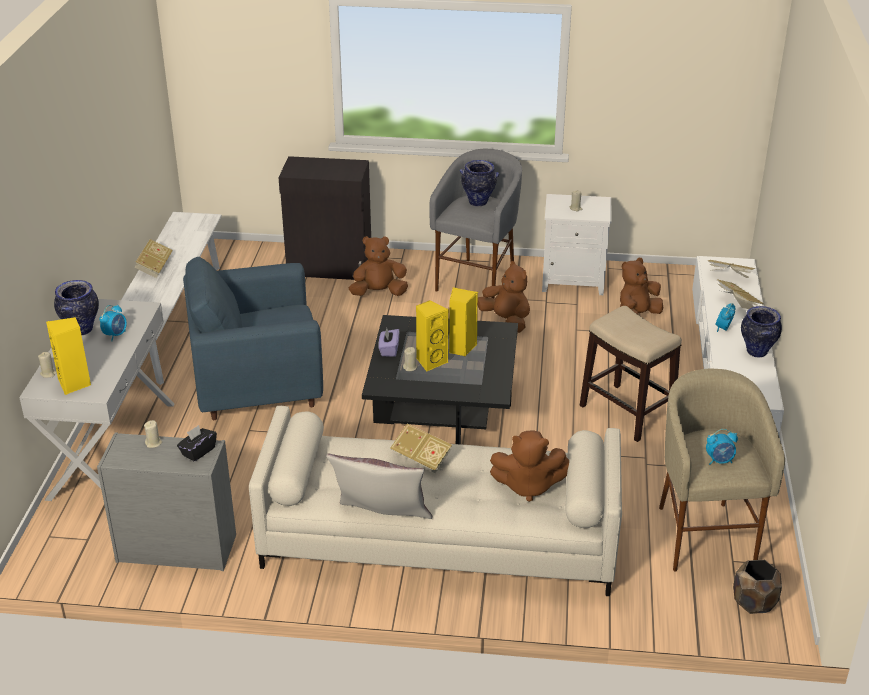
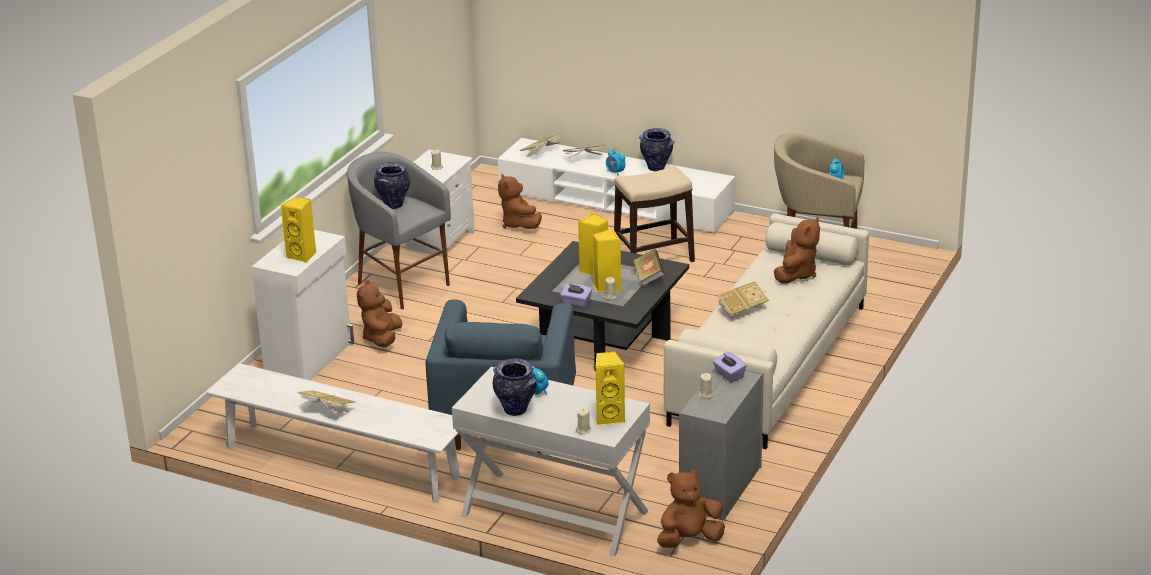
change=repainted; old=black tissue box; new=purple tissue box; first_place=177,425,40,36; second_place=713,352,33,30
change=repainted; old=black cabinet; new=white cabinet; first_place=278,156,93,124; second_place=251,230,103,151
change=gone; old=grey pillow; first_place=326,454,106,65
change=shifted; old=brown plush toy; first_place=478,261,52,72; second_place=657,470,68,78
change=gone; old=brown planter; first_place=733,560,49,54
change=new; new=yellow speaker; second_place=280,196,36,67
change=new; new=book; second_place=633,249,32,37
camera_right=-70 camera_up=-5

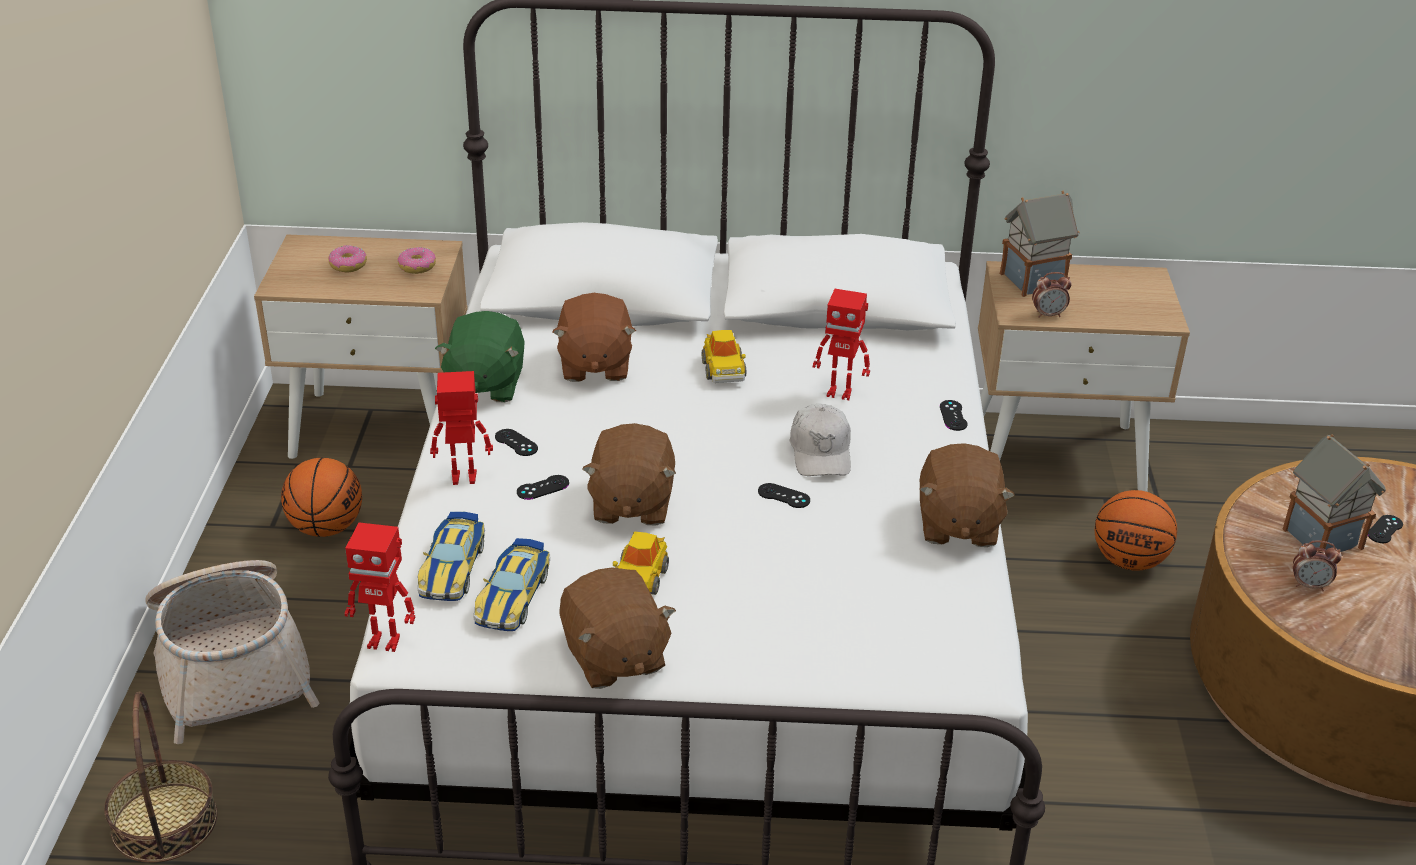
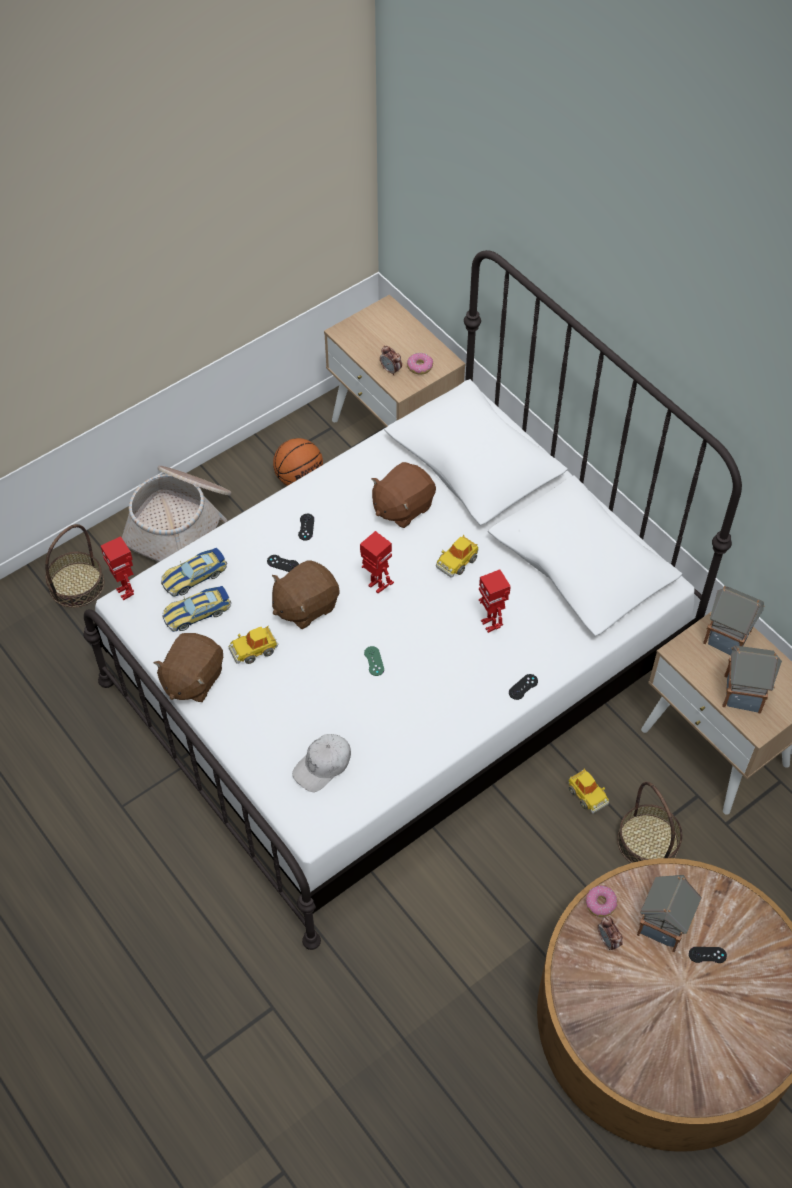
change=shifted; old=donut; first_place=328,245,39,27; second_place=586,886,31,31
change=shifted; old=toy robot; first_place=430,371,63,114; second_place=360,531,34,62
change=gone; old=green plush toy; first_place=435,311,90,92
change=repainted; old=black game controller; new=green game controller; first_place=758,483,52,25; second_place=364,646,20,30
change=shifted; old=white cap; first_place=790,404,61,72; second_place=292,734,59,58
change=gone; old=brown plush toy; first_place=919,443,96,104
change=shifted; old=alarm clock; first_place=1032,272,40,46; second_place=380,346,22,30
change=swapped; old=basketball; new=basket; first_place=1095,490,82,81; second_place=617,781,65,82
change=new; new=toy car; second_place=568,768,41,46
change=new; new=toy house; second_place=722,645,60,68
camera_right=50 camera_up=20

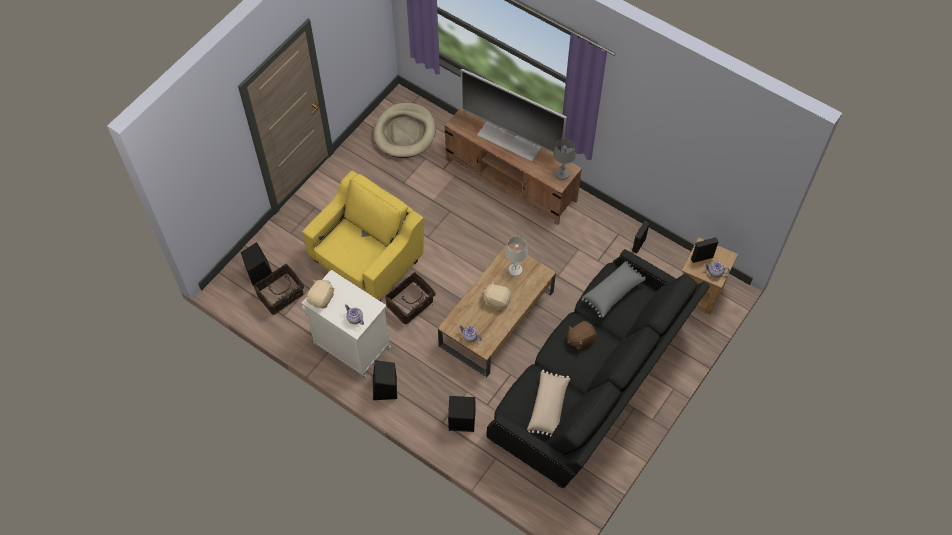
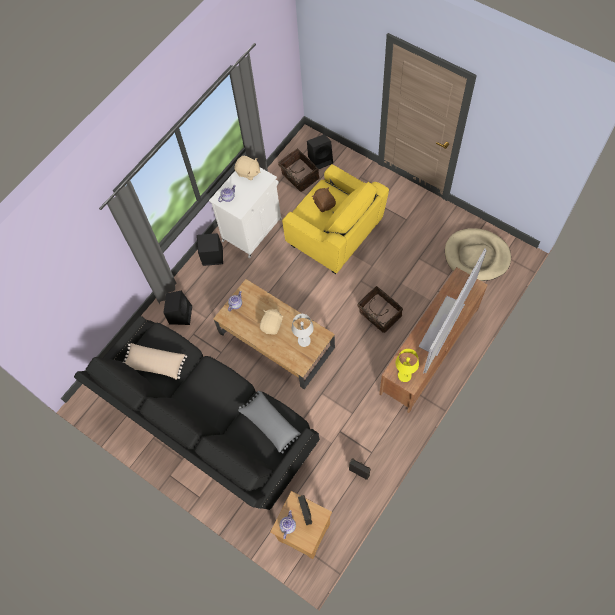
change=shifted; old=basket; first_place=385,272,54,52; second_place=357,286,46,47
change=repainted; old=grey table lamp; new=yellow table lamp; first_place=553,138,23,42; second_place=395,349,24,33
change=shifted; old=brown plush toy; first_place=567,321,30,29; second_place=312,187,24,25
camera_right=95 camera_up=5

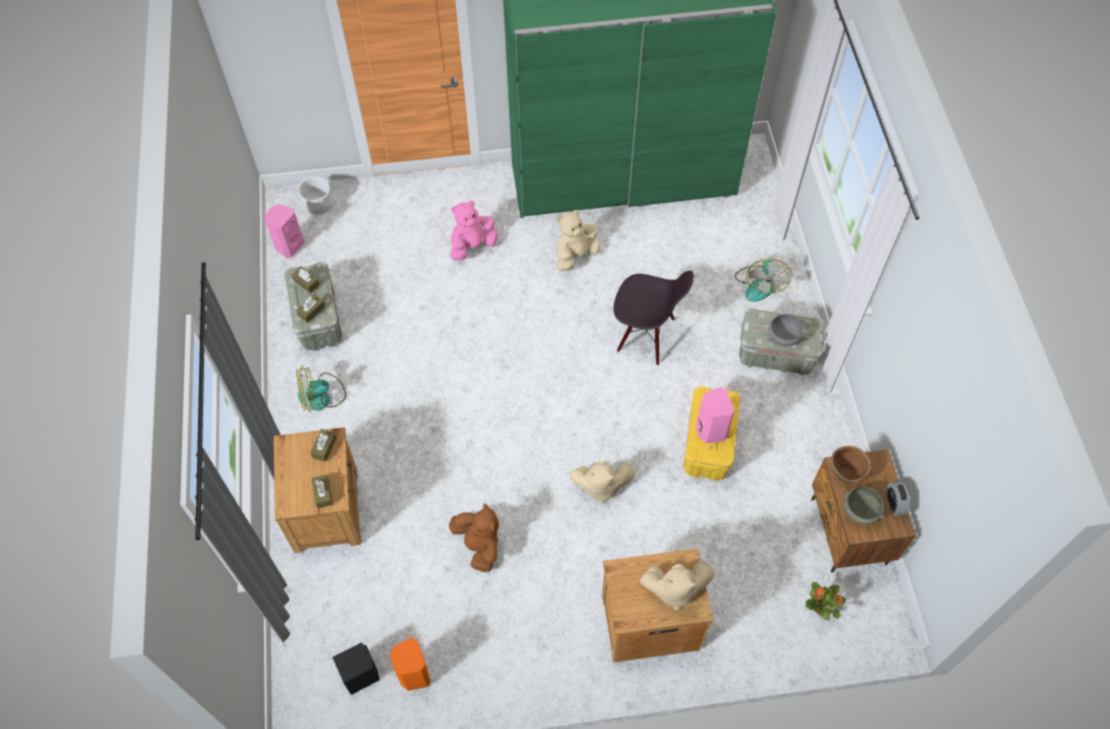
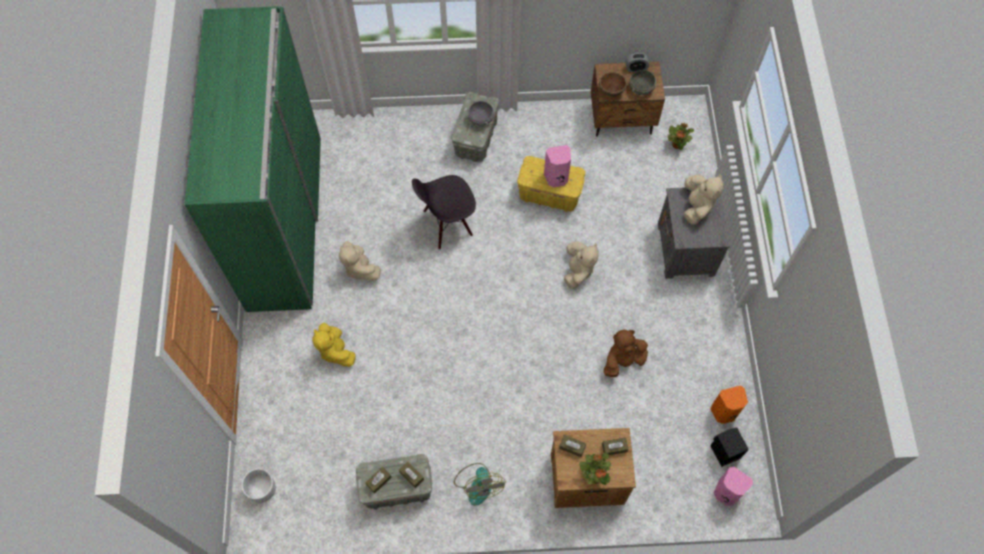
change=shifted; old=pink speaker; first_place=265,204,39,54; second_place=714,467,39,39
change=repainted; old=pink plush toy; new=yellow plush toy; first_place=450,200,48,60; second_place=312,323,44,44
change=repainted; old=brown nightstand; new=grey nightstand; first_place=602,548,111,115; second_place=658,188,72,91
change=rotated; old=black chair; first_place=614,271,80,94; second_place=412,175,64,75; degrees=-135
change=gone; old=fan; first_place=735,258,57,44
change=new; new=potted plant; second_place=580,453,31,32
camera_right=-85 camera_up=5

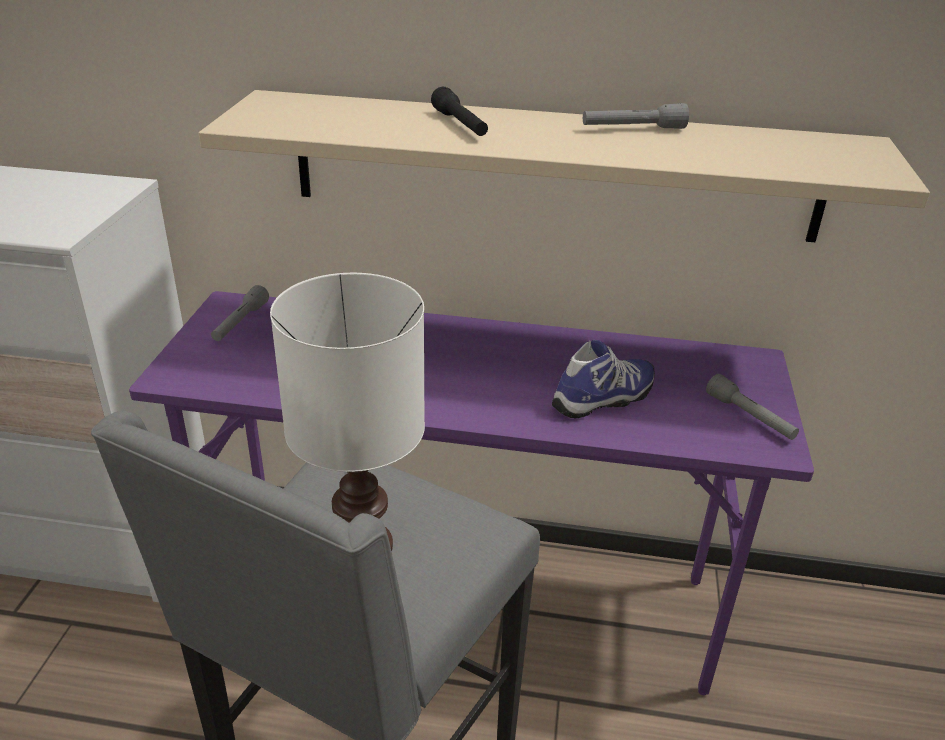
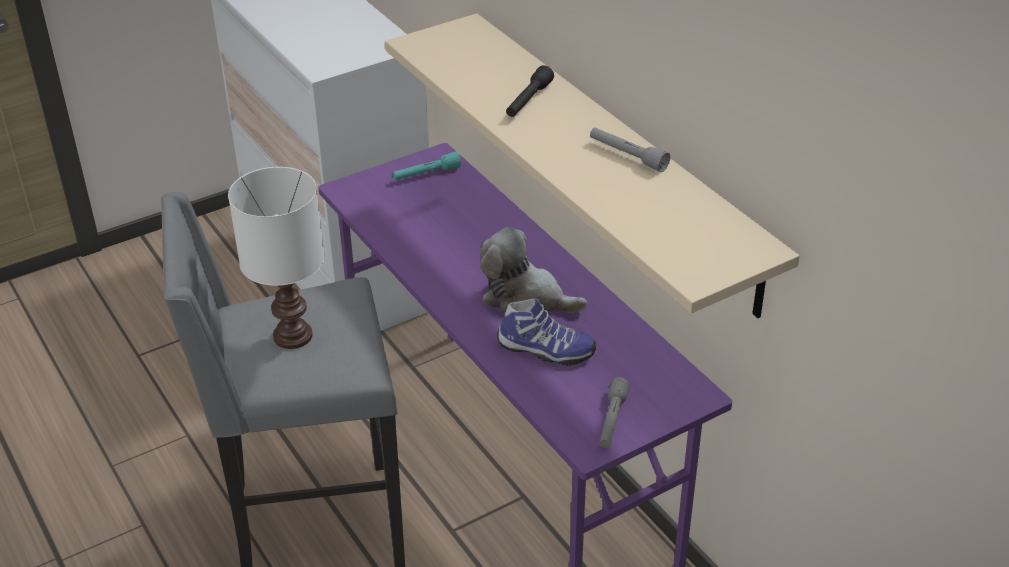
change=repainted; old=grey flashlight; new=turquoise flashlight; first_place=211,285,58,56; second_place=393,151,68,29
change=new; new=plush toy; second_place=480,227,107,88
camera_right=50 camera_up=5

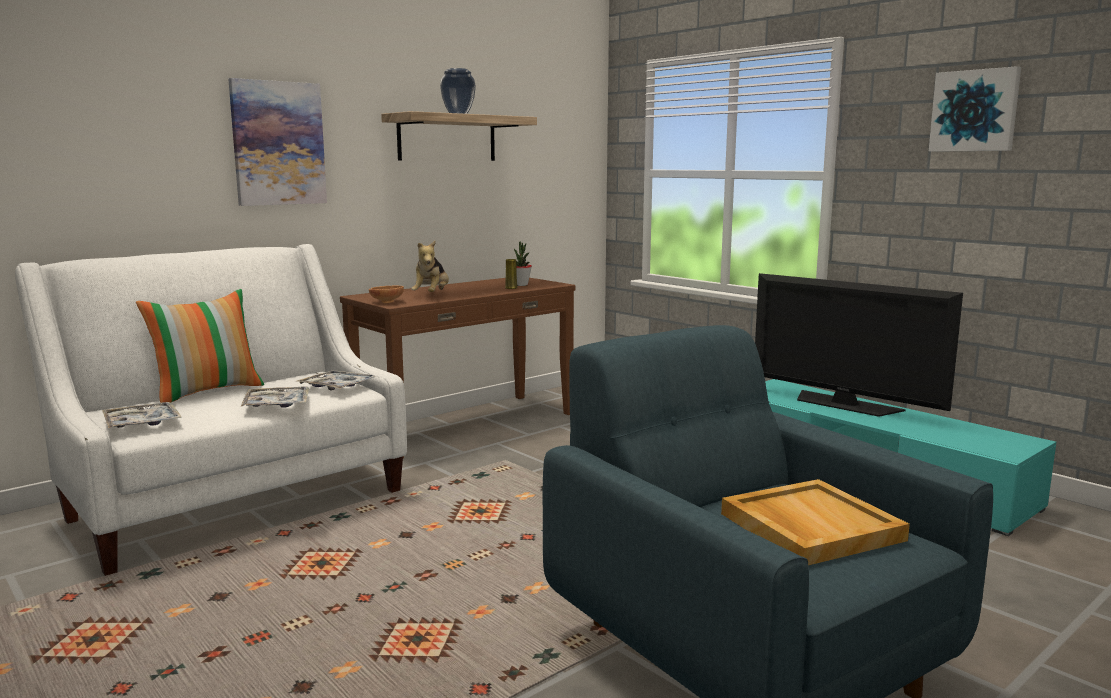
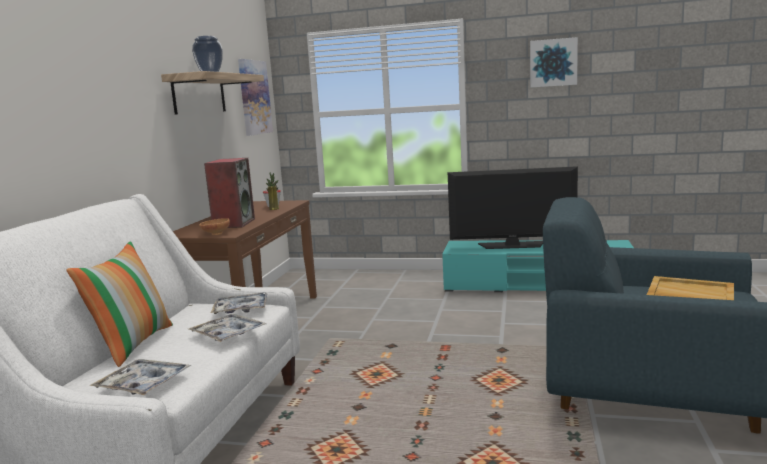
change=shifted; old=picture; first_place=228,78,99,128; second_place=238,59,35,77
change=swapped; old=plush toy; new=speaker; first_place=411,241,38,51; second_place=204,158,51,70
camera_right=-35 camera_up=0

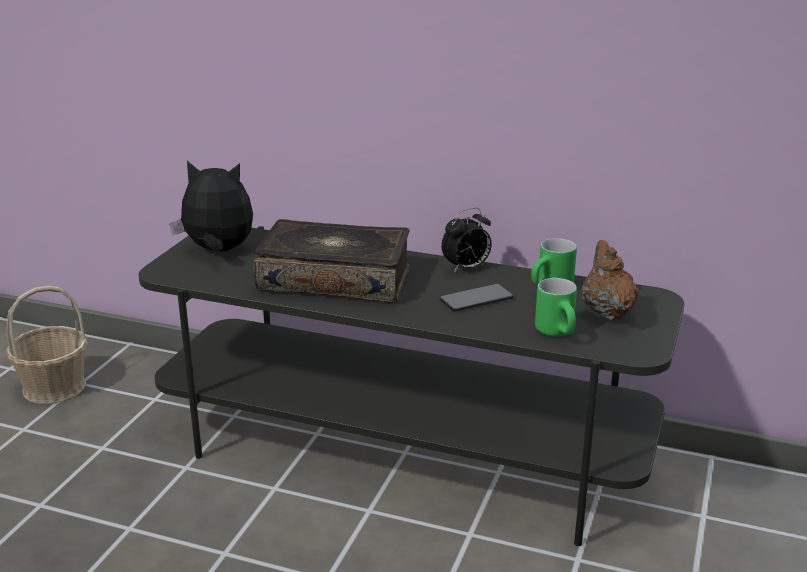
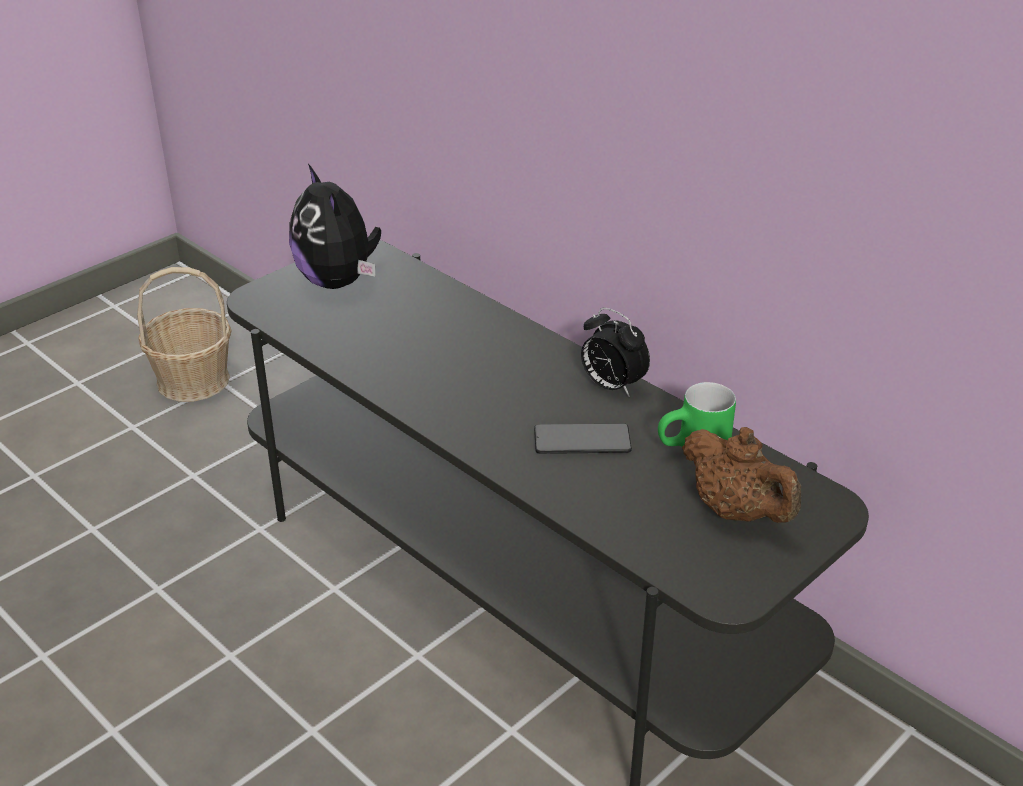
change=rotated; old=plush toy; first_place=169,160,84,92; second_place=289,164,92,125; degrees=-150
change=gone; old=book; first_place=253,219,157,84
change=rotated; old=alarm clock; first_place=441,207,51,66; second_place=581,308,69,89; degrees=45
change=gone; old=green mug; first_place=535,278,42,59
change=rotated; old=brown teapot; first_place=581,240,58,80; second_place=682,427,119,96; degrees=120
camera_right=25 camera_up=10

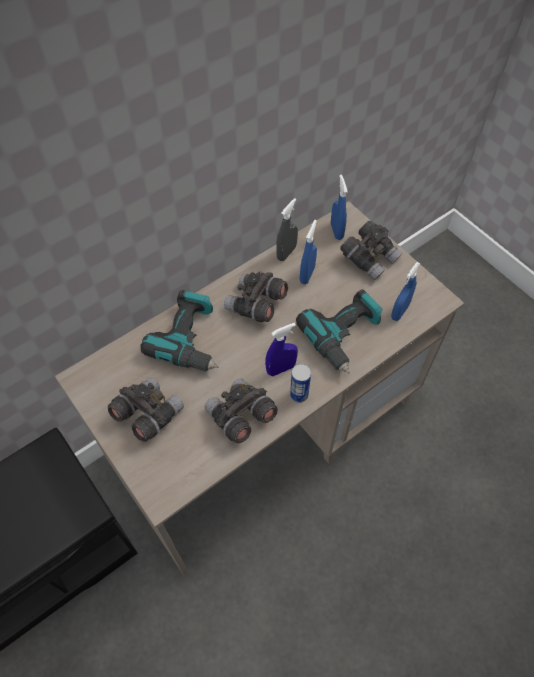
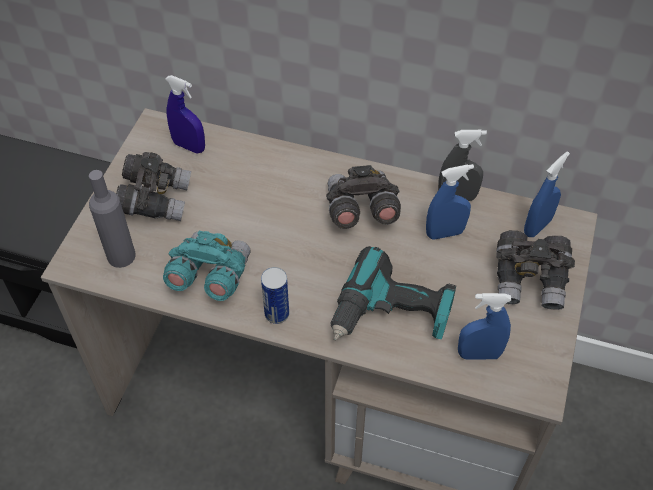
change=gone; old=power drill; first_place=140,290,79,81
change=repainted; old=grey binoculars; new=turquoise binoculars; first_place=205,378,73,65; second_place=163,231,87,70
change=shifted; old=blue spray bottle; first_place=265,323,33,53; second_place=166,75,39,79
change=new; new=grey bottle; second_place=89,170,47,98
camera_right=55 camera_up=-5

